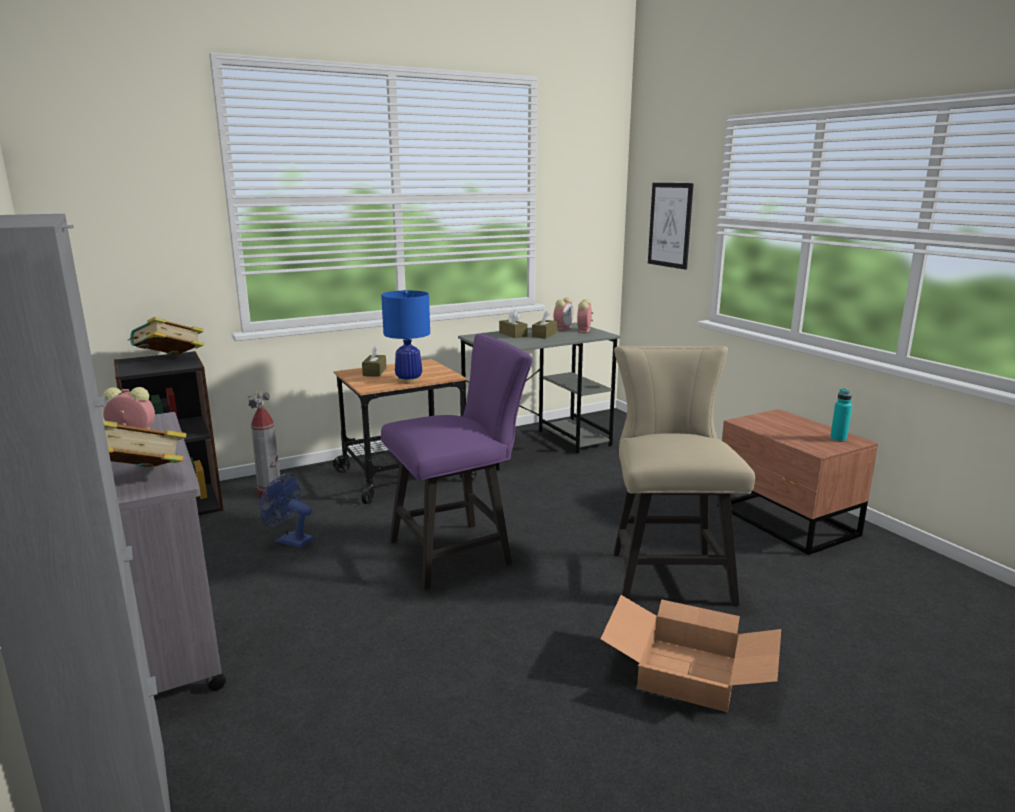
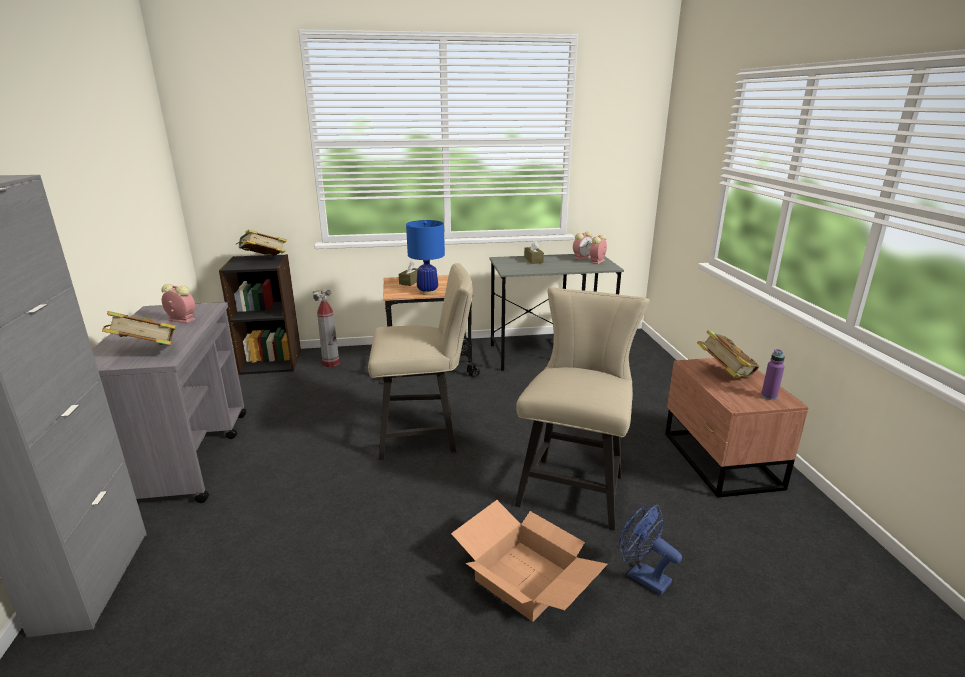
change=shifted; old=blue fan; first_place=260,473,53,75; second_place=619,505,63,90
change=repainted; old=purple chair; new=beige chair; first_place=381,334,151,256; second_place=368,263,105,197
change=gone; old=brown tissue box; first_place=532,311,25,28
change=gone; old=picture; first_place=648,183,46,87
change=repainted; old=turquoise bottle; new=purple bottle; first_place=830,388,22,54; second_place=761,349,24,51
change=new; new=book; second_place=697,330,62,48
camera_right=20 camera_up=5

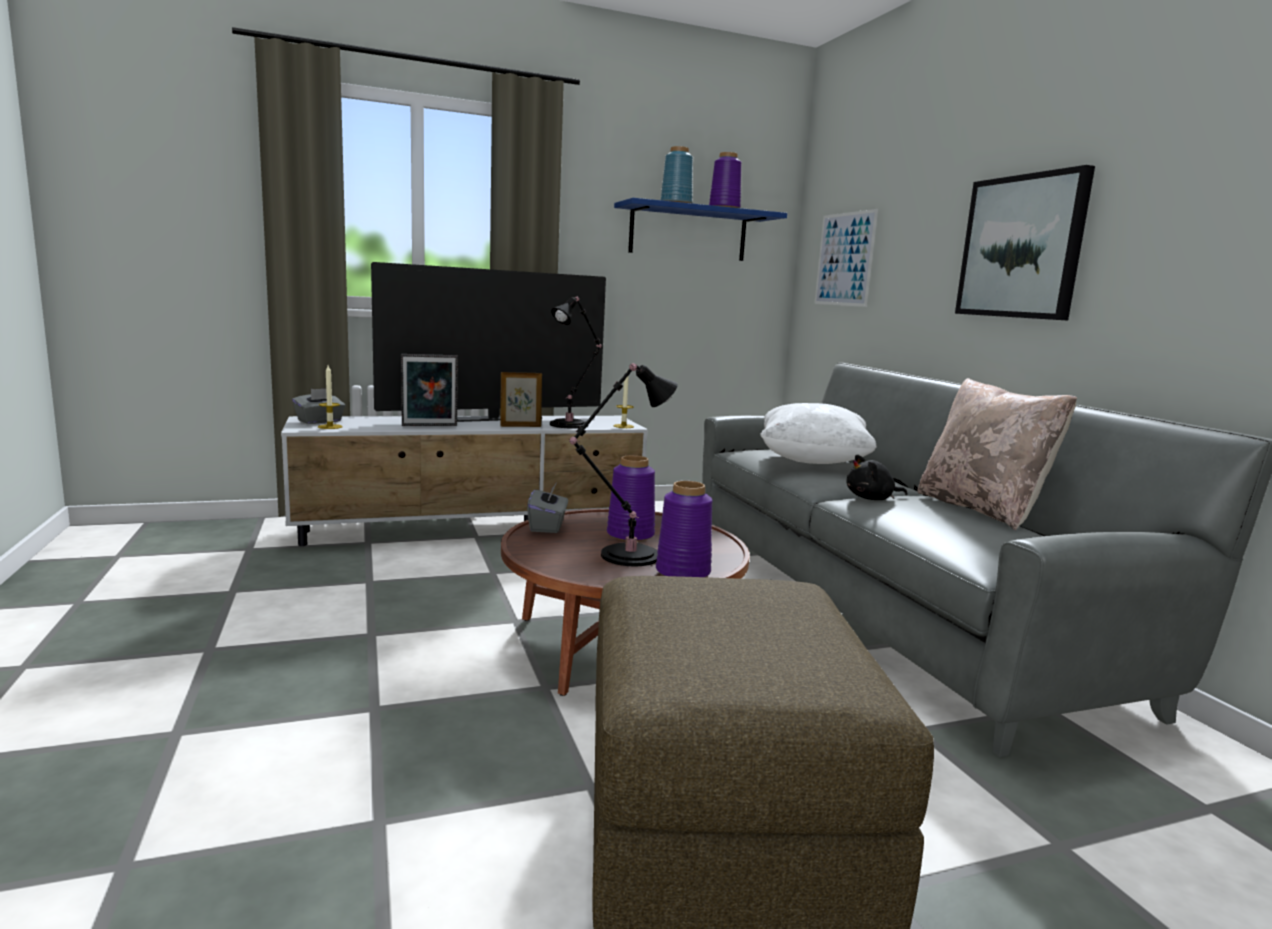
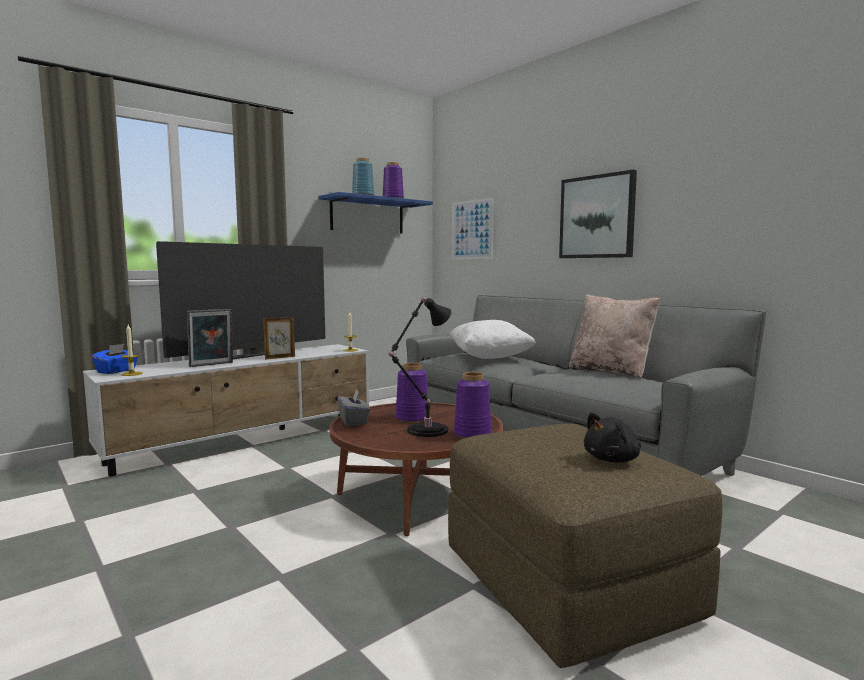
change=repainted; old=grey tissue box; new=blue tissue box; first_place=292,389,53,35; second_place=92,344,46,30
change=gone; old=black table lamp; first_place=550,297,52,132
change=shifted; old=black plush toy; first_place=846,455,62,45; second_place=584,412,57,51
camera_right=-20 camera_up=-5

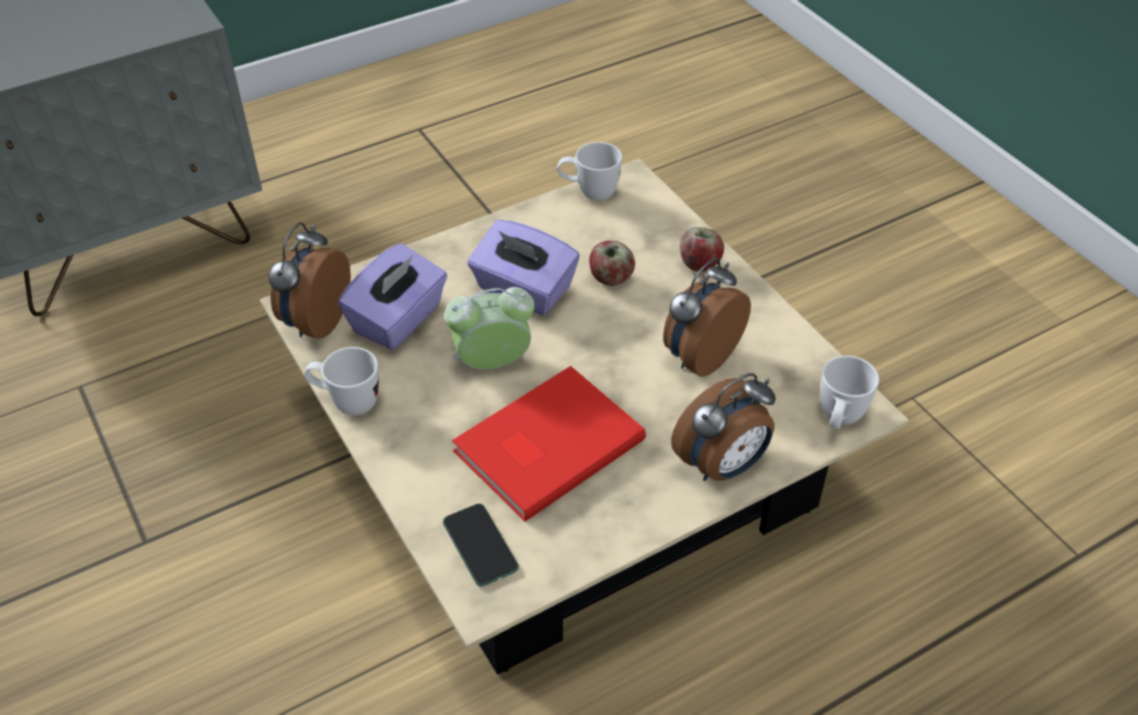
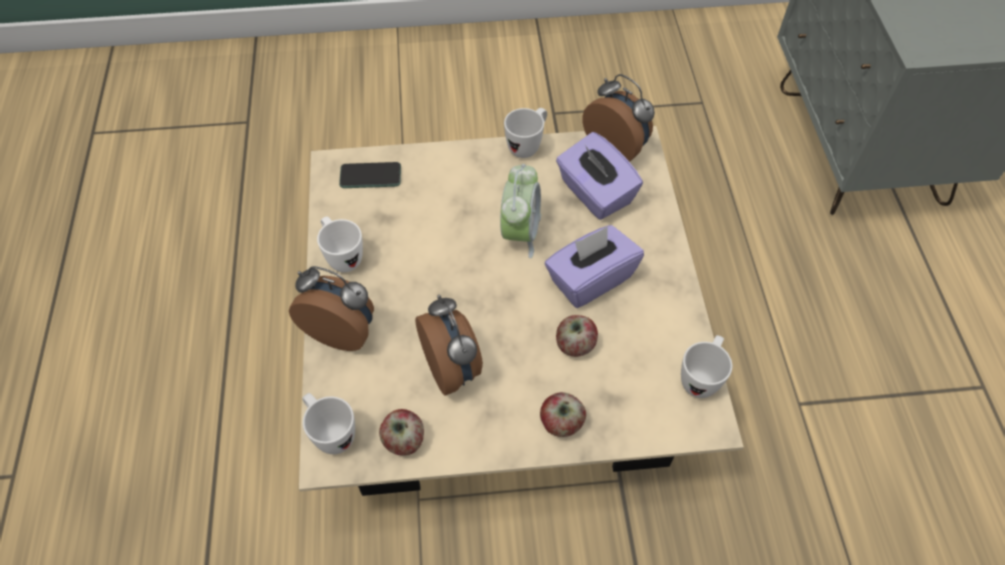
change=gone; old=red book; first_place=452,366,194,156
change=rotated; old=alarm clock; first_place=671,373,105,108; second_place=289,266,85,85; degrees=120
change=new; new=white mug; second_place=317,216,46,56
change=new; new=apple; second_place=379,409,45,47
camera_right=115 camera_up=10

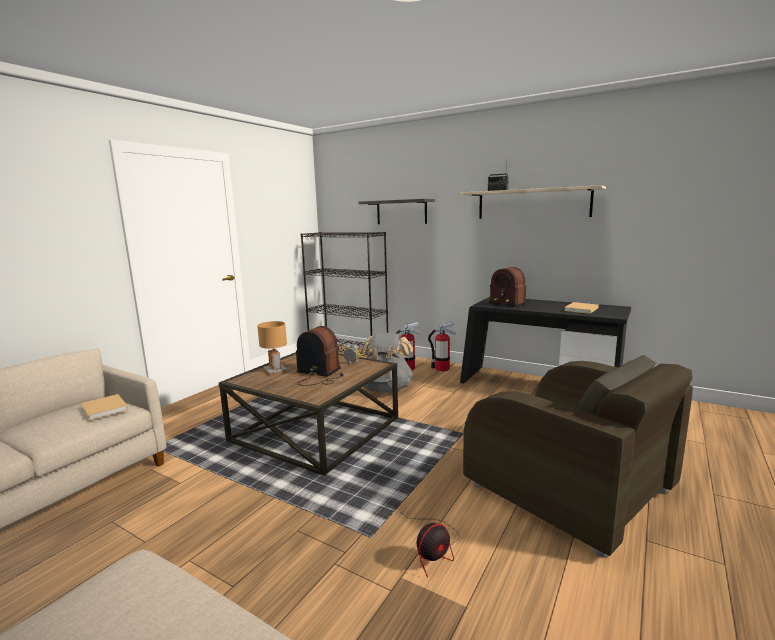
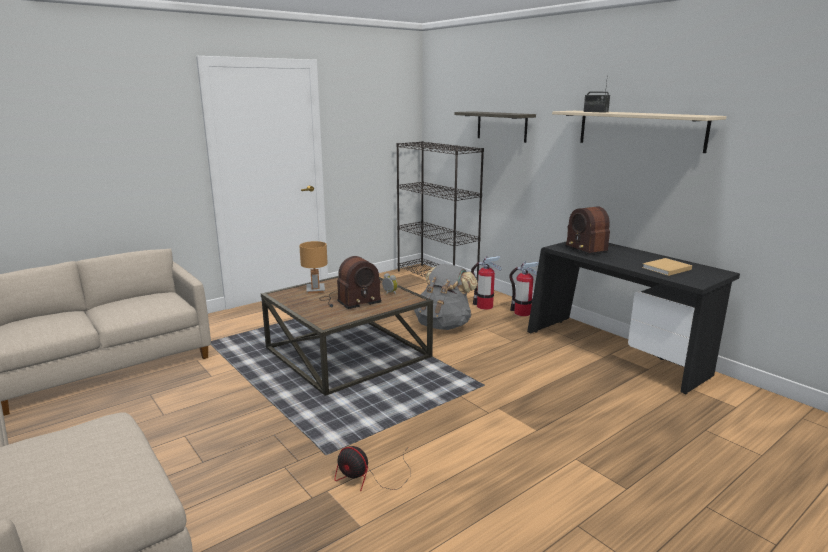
change=gone; old=beige book; first_place=81,394,47,26
change=rotated; old=radio; first_place=296,326,47,60; second_place=321,256,61,53; degrees=105
change=rotated; old=fan; first_place=399,511,61,66; second_place=335,446,76,45; degrees=45
change=gone; old=brown armchair; first_place=463,355,230,202
camera_right=20 camera_up=5

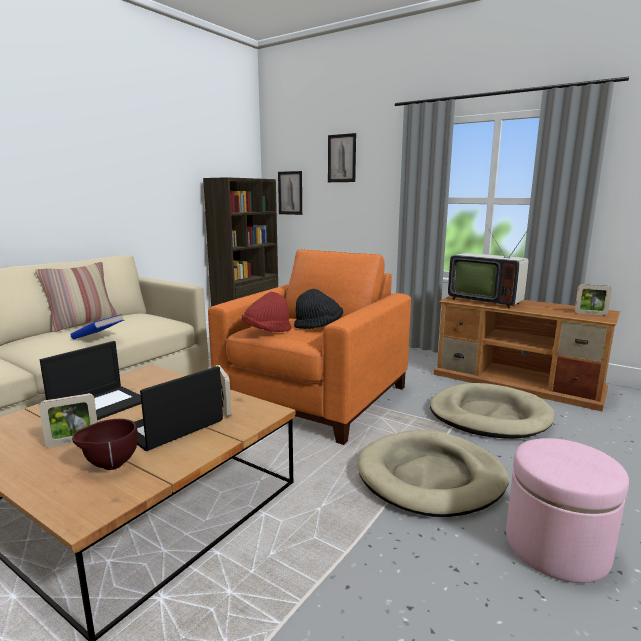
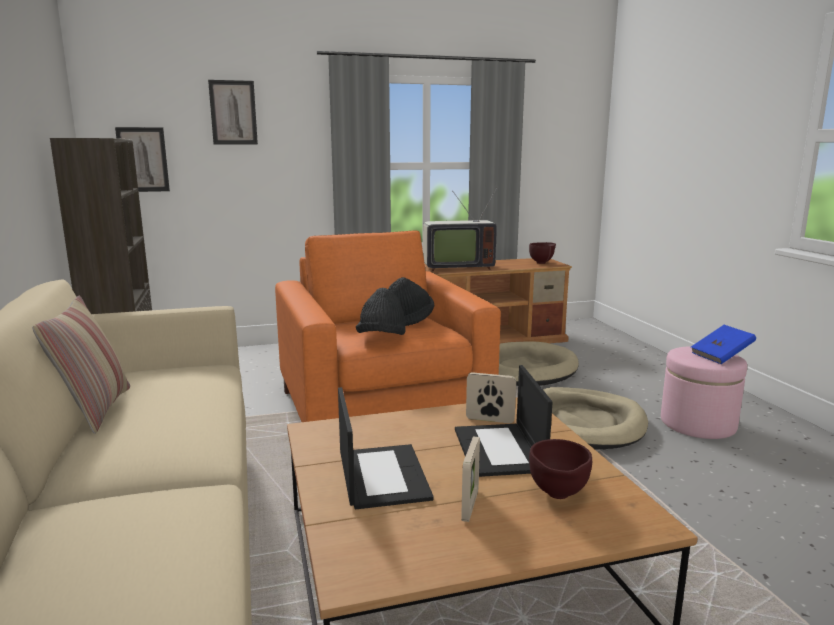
change=shifted; old=blue book; first_place=71,314,53,26; second_place=691,325,65,39
change=repainted; old=red hat; new=black hat; first_place=242,292,49,40; second_place=356,288,50,47
change=swapped; old=picture frame; new=brown bowl; first_place=575,284,37,31; second_place=529,242,27,22
camera_right=-50 camera_up=0

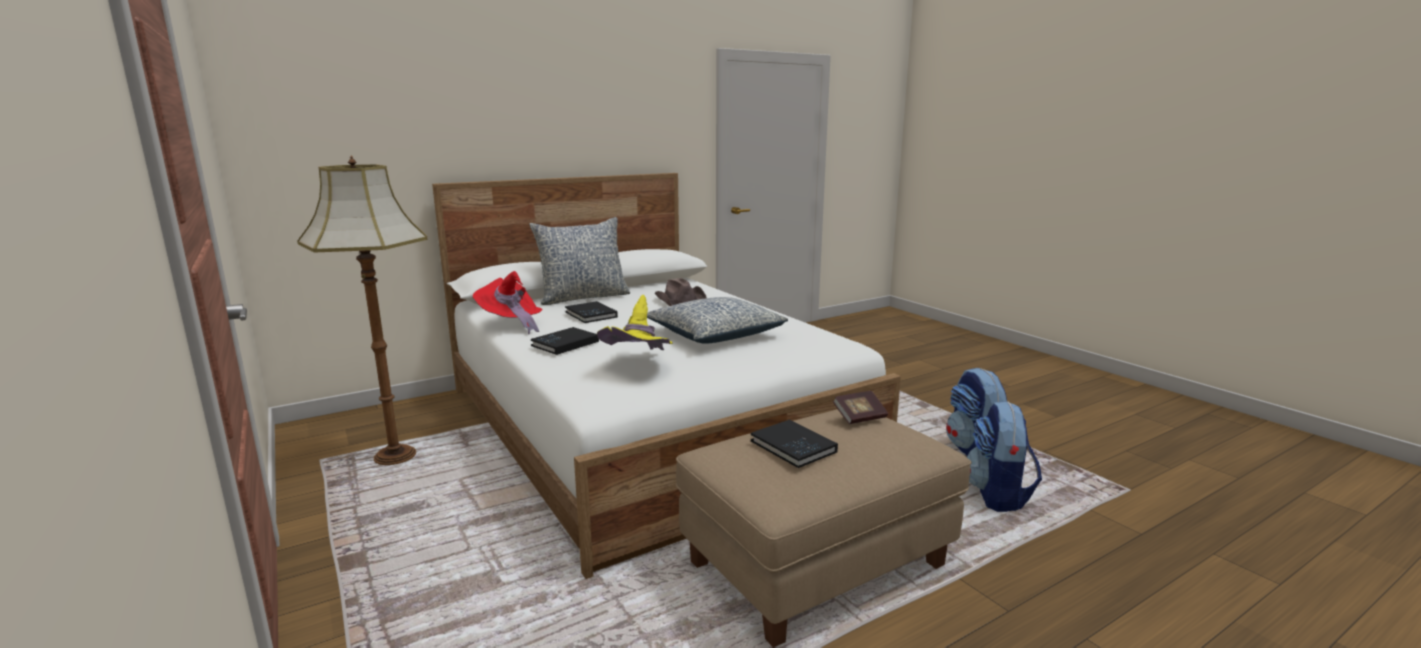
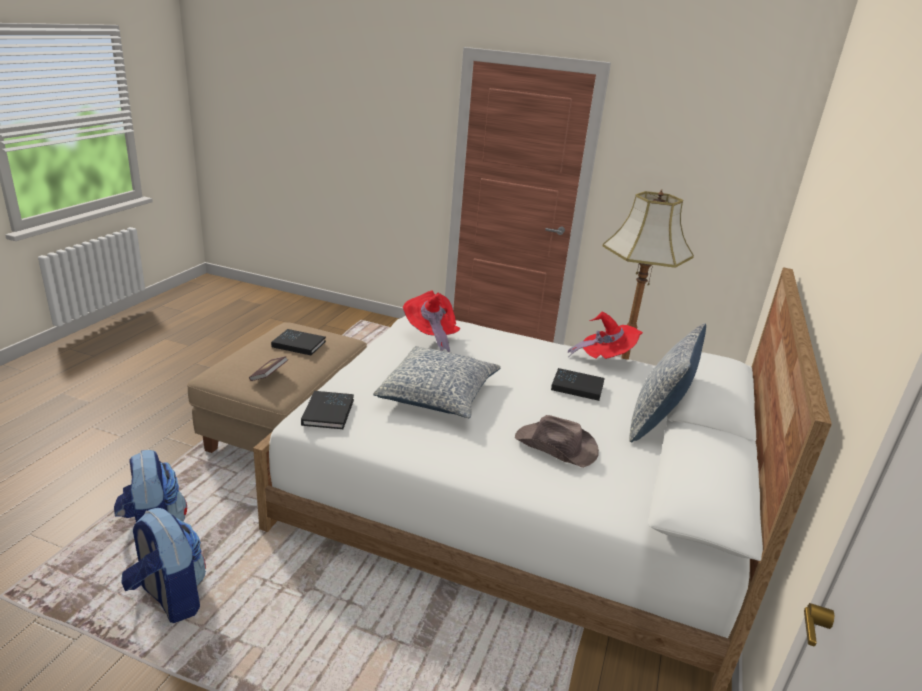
change=shifted; old=black book; first_place=531,327,68,28; second_place=301,391,53,38
change=repainted; old=yellow hat; new=red hat; first_place=597,295,76,55; second_place=403,290,57,62
camera_right=140 camera_up=10

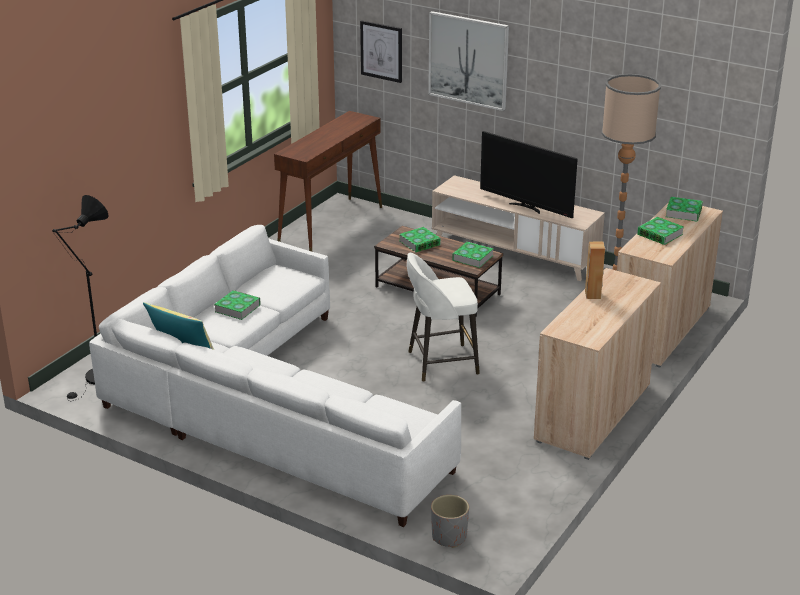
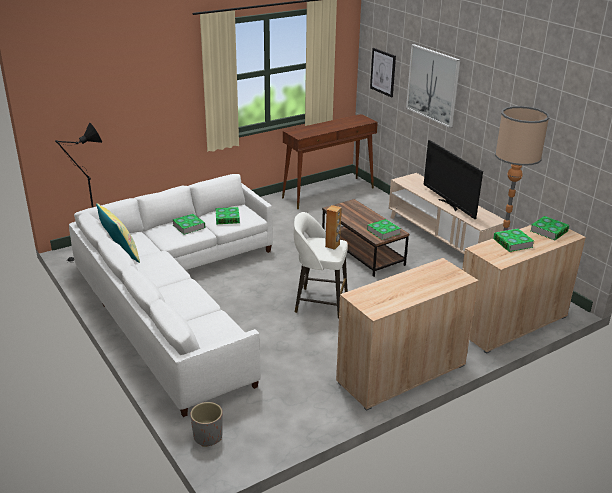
change=shifted; old=book; first_place=399,227,42,25; second_place=215,207,25,17
change=shifted; old=brown speaker; first_place=585,242,20,57; second_place=325,205,16,45
camera_right=25 camera_up=0

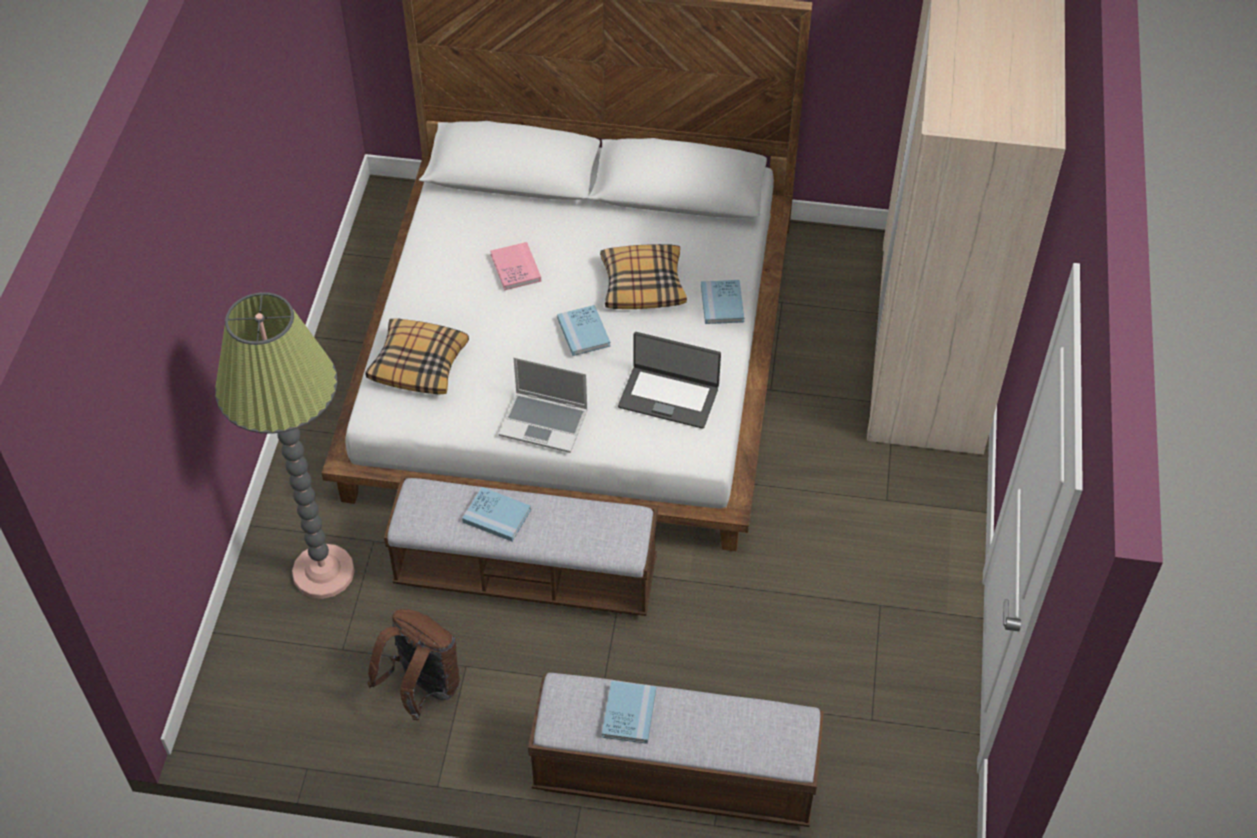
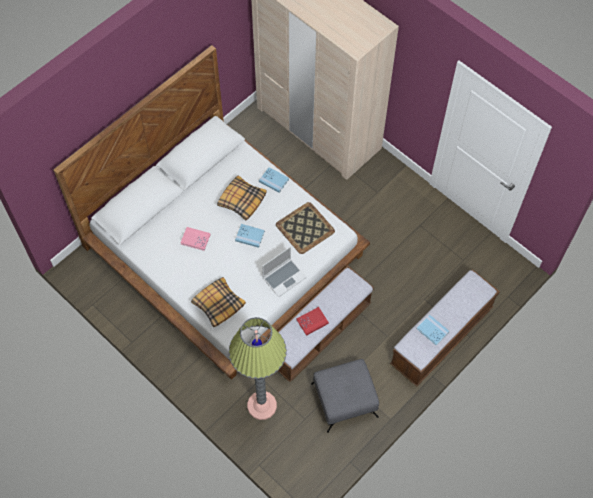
change=swapped; old=brown backpack; new=grey ottoman; first_place=367,609,93,111; second_place=311,359,68,74
change=repainted; old=blue book; new=red book; first_place=462,487,69,54; second_place=297,307,32,29
change=swapped; old=laptop; new=tray; first_place=618,332,103,97; second_place=276,202,59,52
camera_right=-55 camera_up=10

